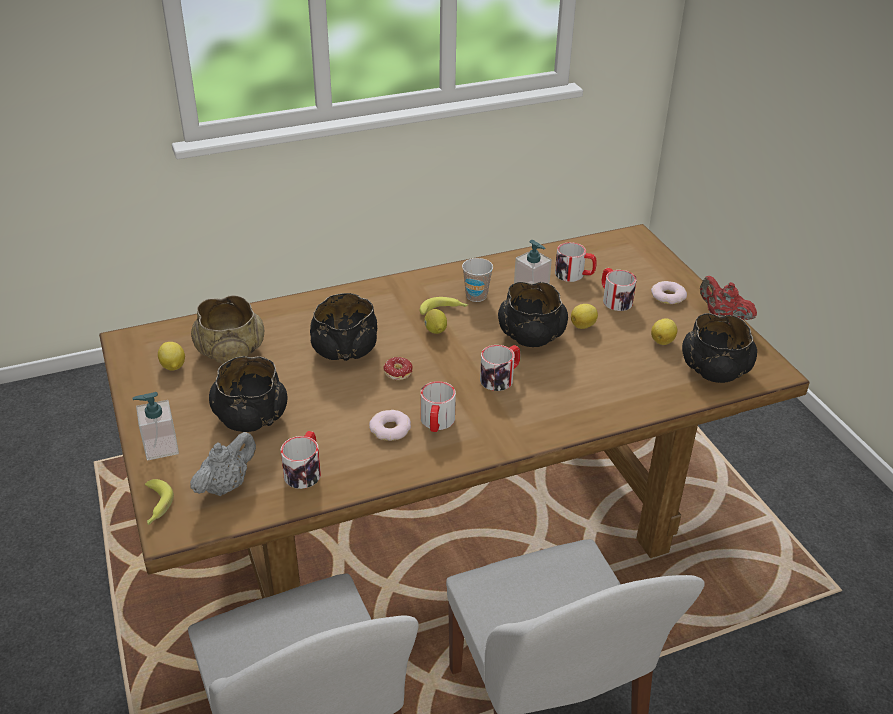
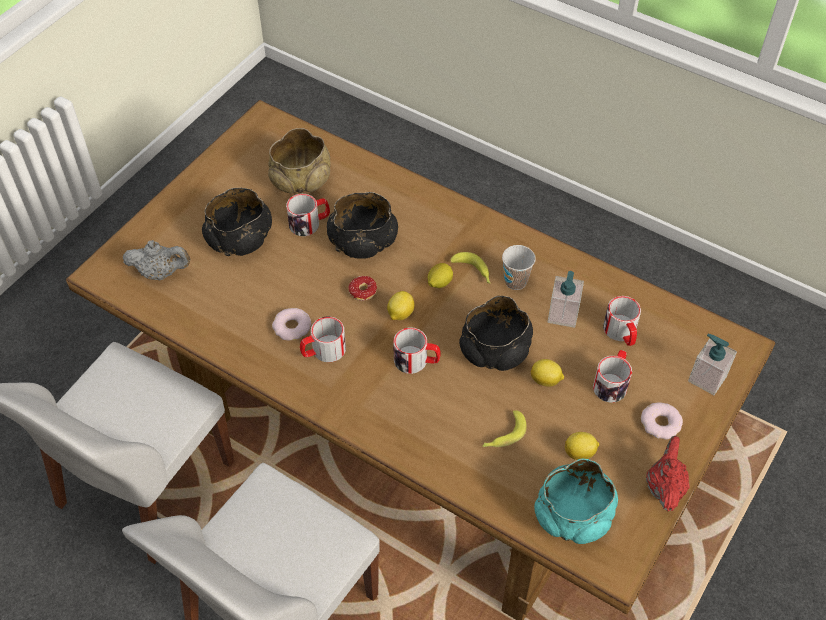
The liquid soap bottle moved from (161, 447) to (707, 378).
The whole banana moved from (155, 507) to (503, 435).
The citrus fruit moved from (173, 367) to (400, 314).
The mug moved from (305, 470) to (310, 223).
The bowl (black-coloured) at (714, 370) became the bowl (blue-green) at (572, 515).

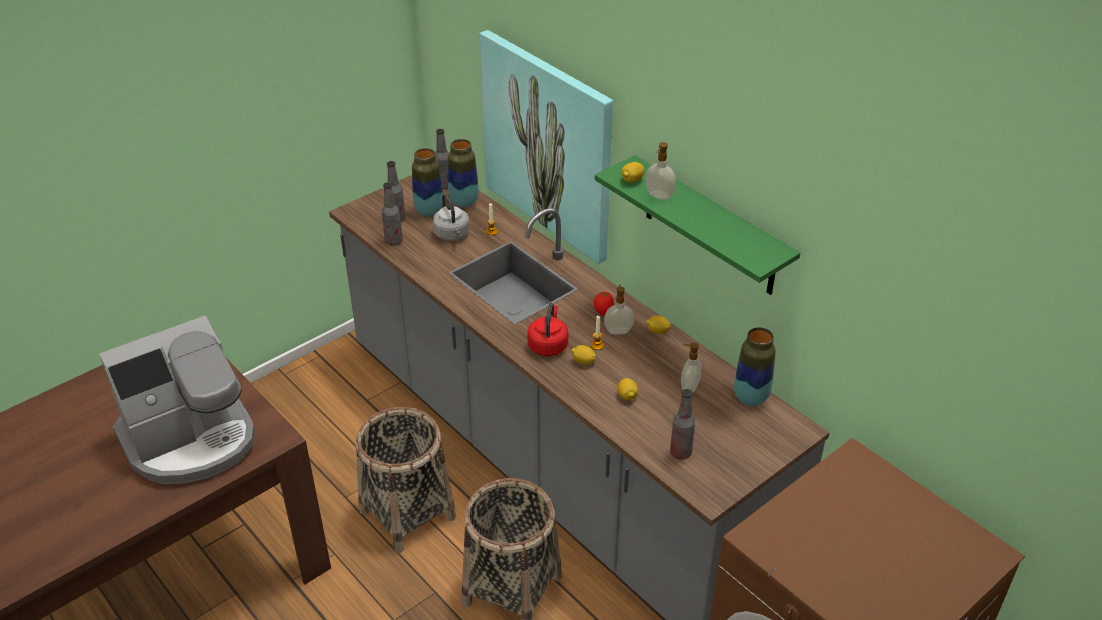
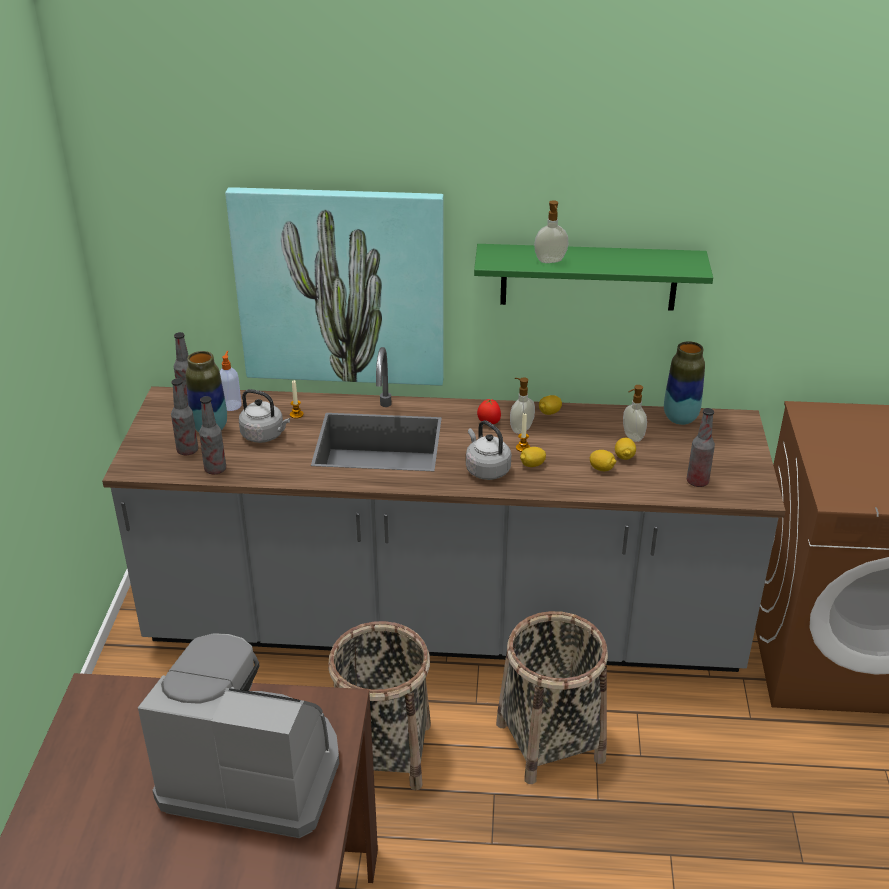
The coffee machine at (191, 440) turned 90 degrees counterclockwise.
The vase at (464, 202) was replaced by the liquid soap bottle at (231, 405).
The tea kettle (red) at (548, 345) became the tea kettle (grey) at (486, 469).
The citrus fruit moved from (632, 180) to (624, 457).

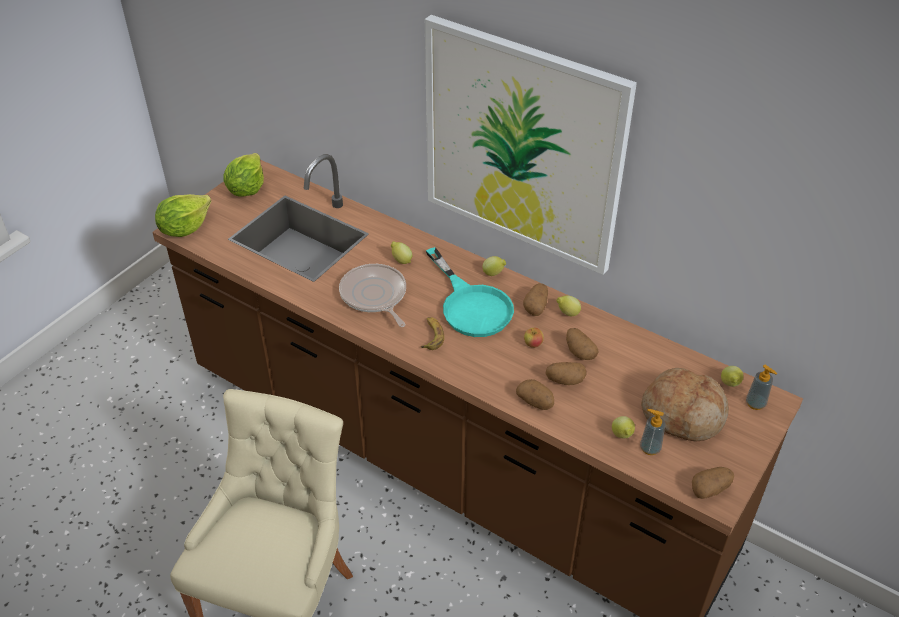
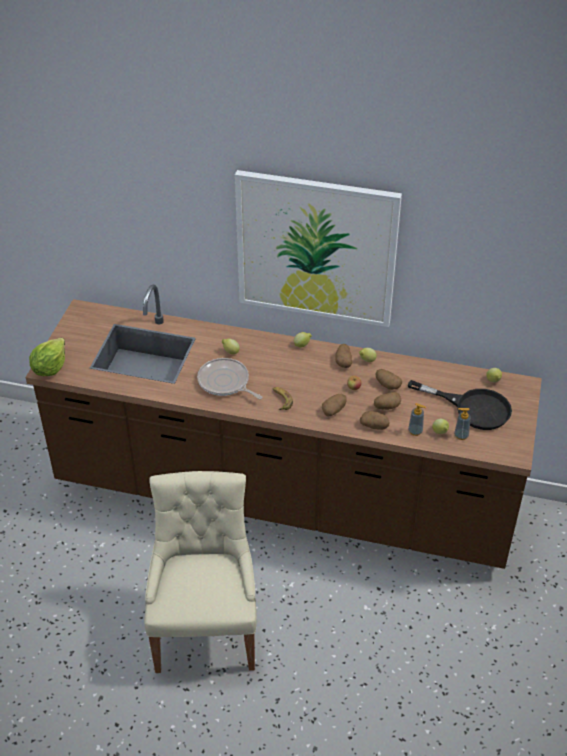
The head of lettuce at (247, 189) disappeared.
The skillet (blue-green) at (471, 305) disappeared.
The baked bread at (683, 414) was replaced by the skillet (black-coloured) at (472, 408).
The spud moved from (710, 489) to (334, 410).
The liquid soap bottle moved from (755, 403) to (415, 431).

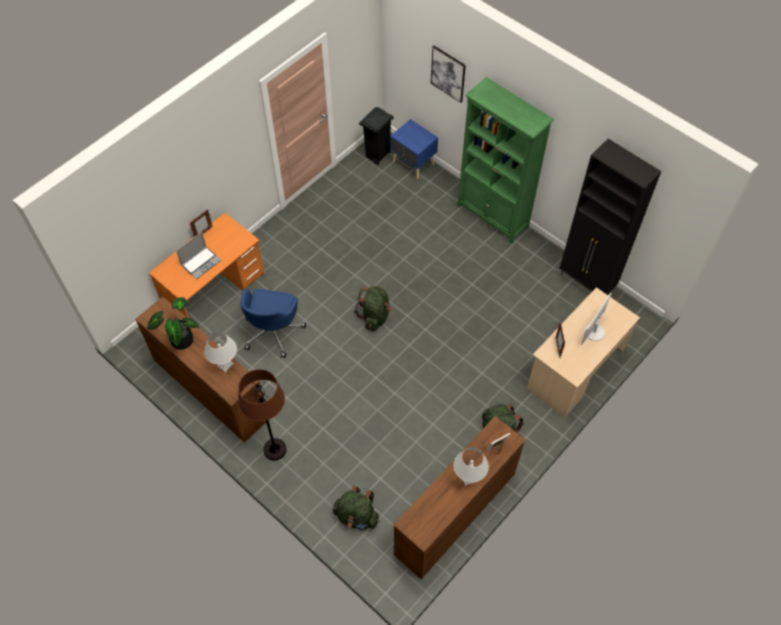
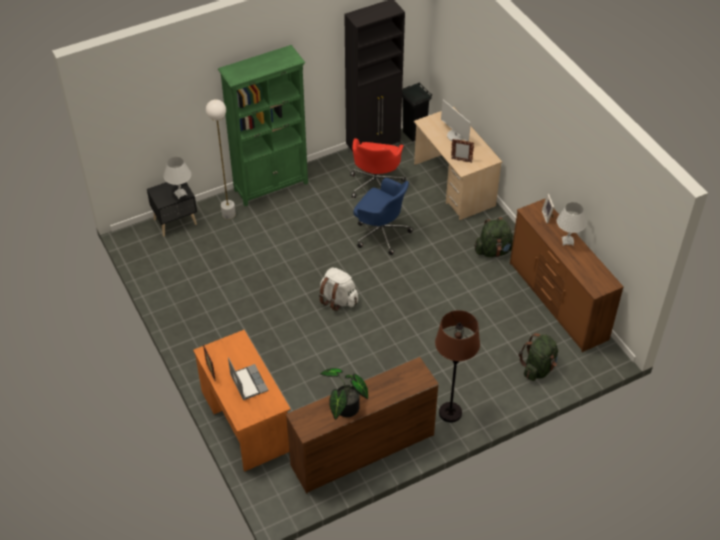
The lamp for a table (white) moved from (225, 364) to (180, 194).
The desk chair (blue) moved from (273, 331) to (381, 232).
The knapsack (green-coloured) at (375, 316) became the knapsack (white) at (338, 299).
The rubbish bin (black-coloured) moved from (377, 156) to (414, 134).
The bedside table (blue) at (413, 164) became the bedside table (black-coloured) at (176, 222).
The picture at (448, 73) disappeared.
The standing lamp (white) at (228, 214) appeared.
The desk chair (red) at (376, 184) appeared.

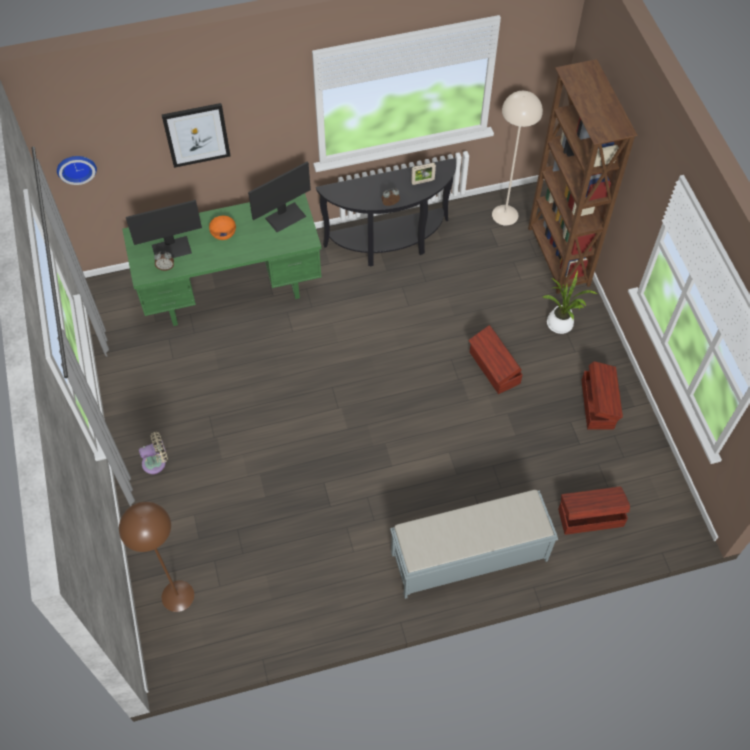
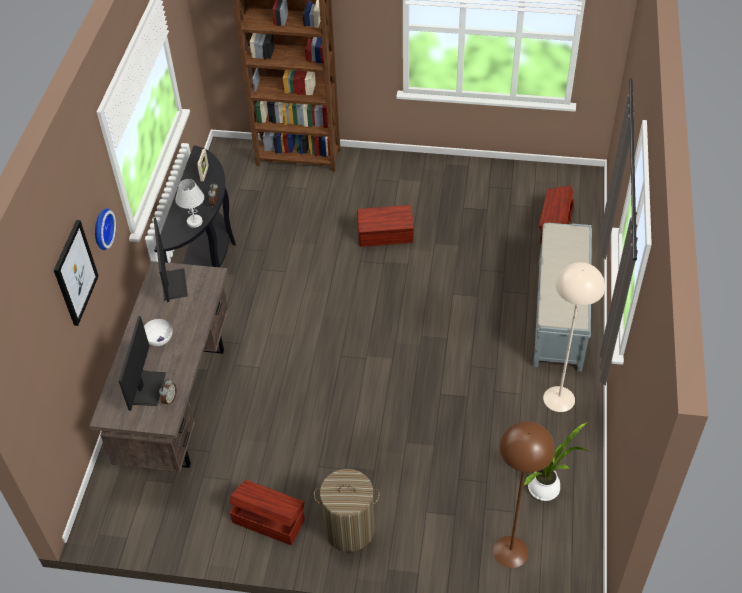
The hanging clock moved from (76, 167) to (101, 228).
The desk table (green-coloured) at (232, 290) became the desk table (brown-coloured) at (178, 402).
The electric fan (beige) at (156, 462) was replaced by the laundry basket at (349, 529).
The bowl (orange-coloured) at (224, 233) became the bowl (white) at (159, 338).
The standing lamp (beige) moved from (504, 215) to (559, 399).
The potted plant moved from (561, 325) to (546, 487).
The storage box (brown-coloured) moved from (598, 403) to (268, 520).
The lamp for a table (white) at (194, 222) appeared.

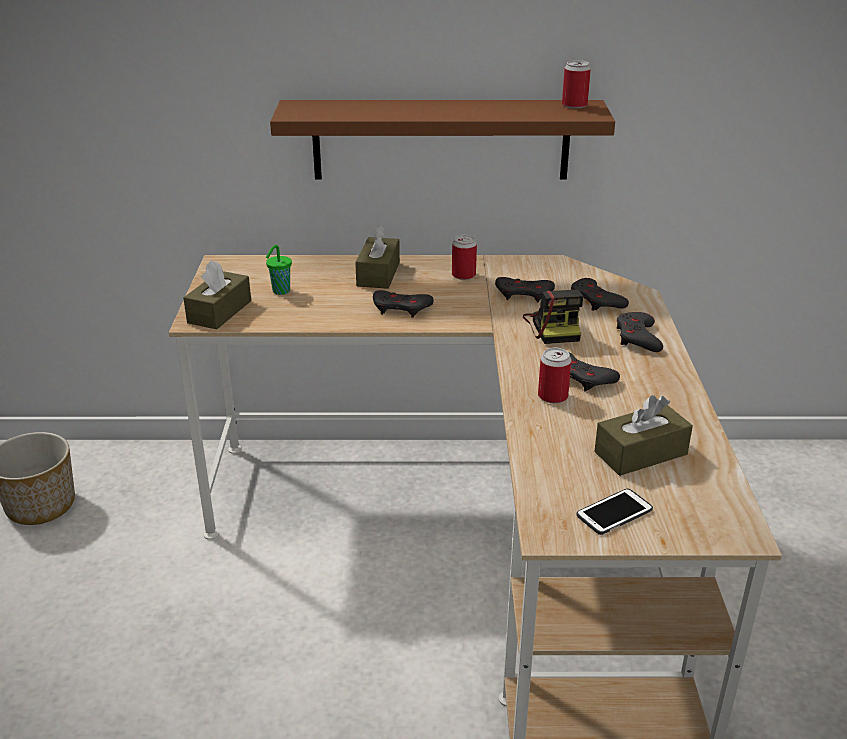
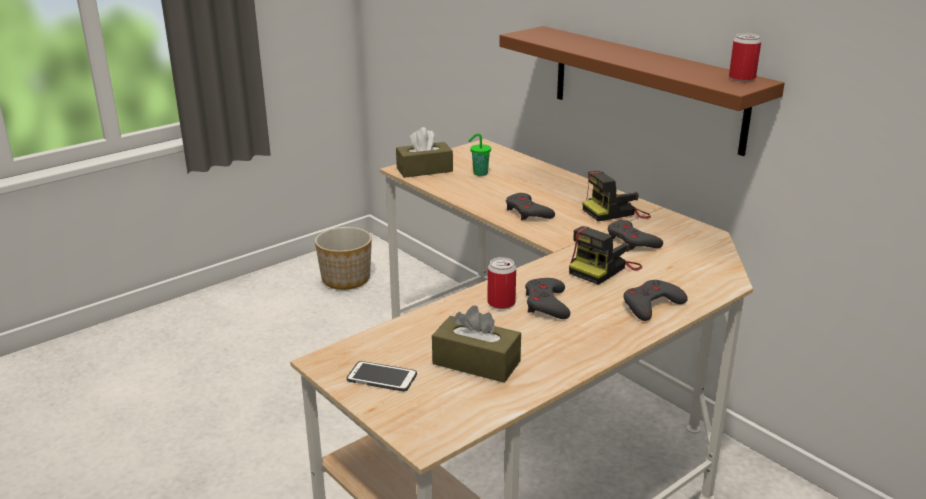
The box of tissues (brown-coloured) at (378, 274) disappeared.
The sealed can at (463, 275) was replaced by the still camera at (615, 212).
The gamepad (grey) at (596, 300) disappeared.

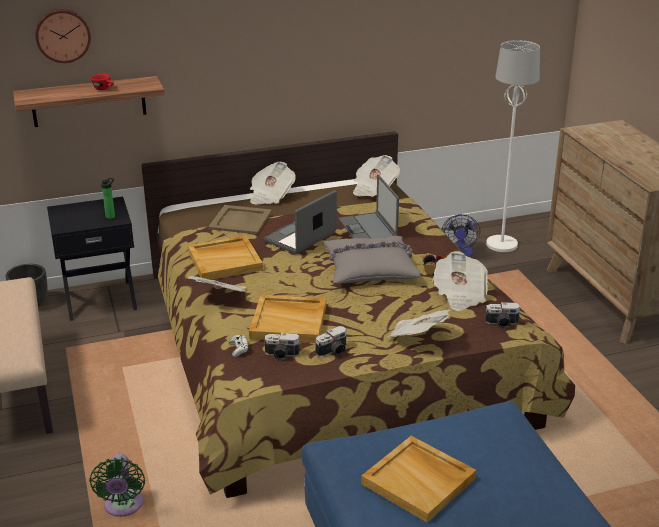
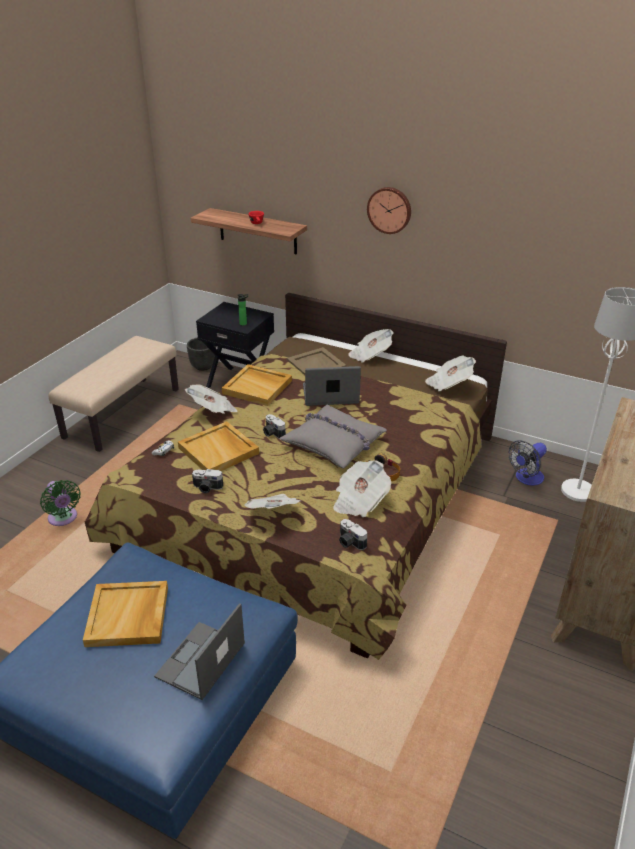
The hanging clock moved from (62, 35) to (389, 210).
The electric fan (green-coloured) at (123, 507) turned 75 degrees counterclockwise.
The still camera moved from (281, 355) to (272, 433).
The portable computer moved from (368, 229) to (200, 661).

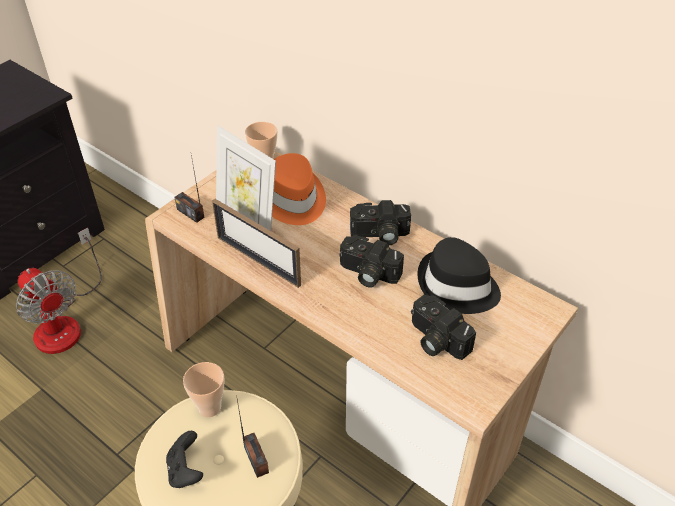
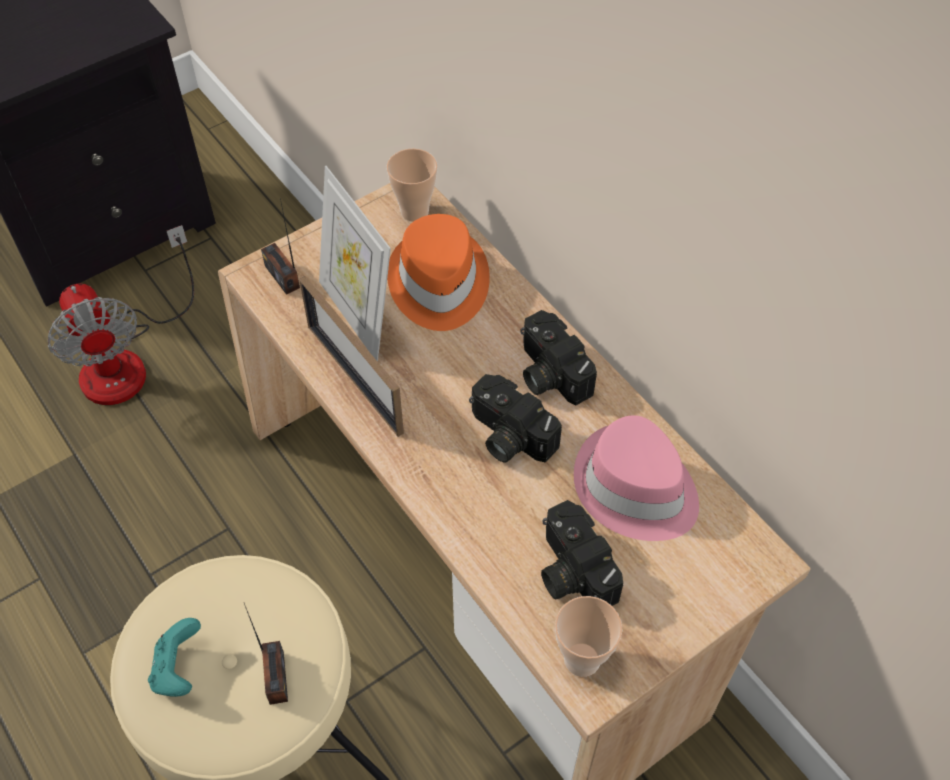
The gamepad (black-coloured) at (186, 471) became the gamepad (blue-green) at (179, 669).
The small cup moved from (210, 407) to (582, 659).
The still camera at (380, 235) turned 45 degrees clockwise.
The hat (black-coloured) at (457, 286) became the hat (pinkish) at (635, 488).

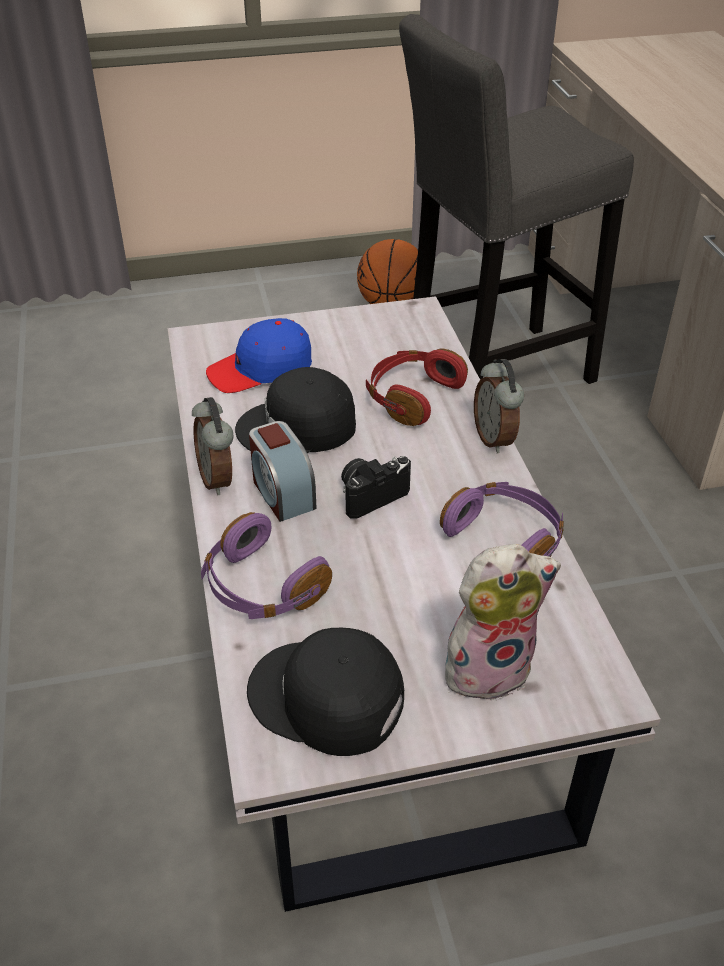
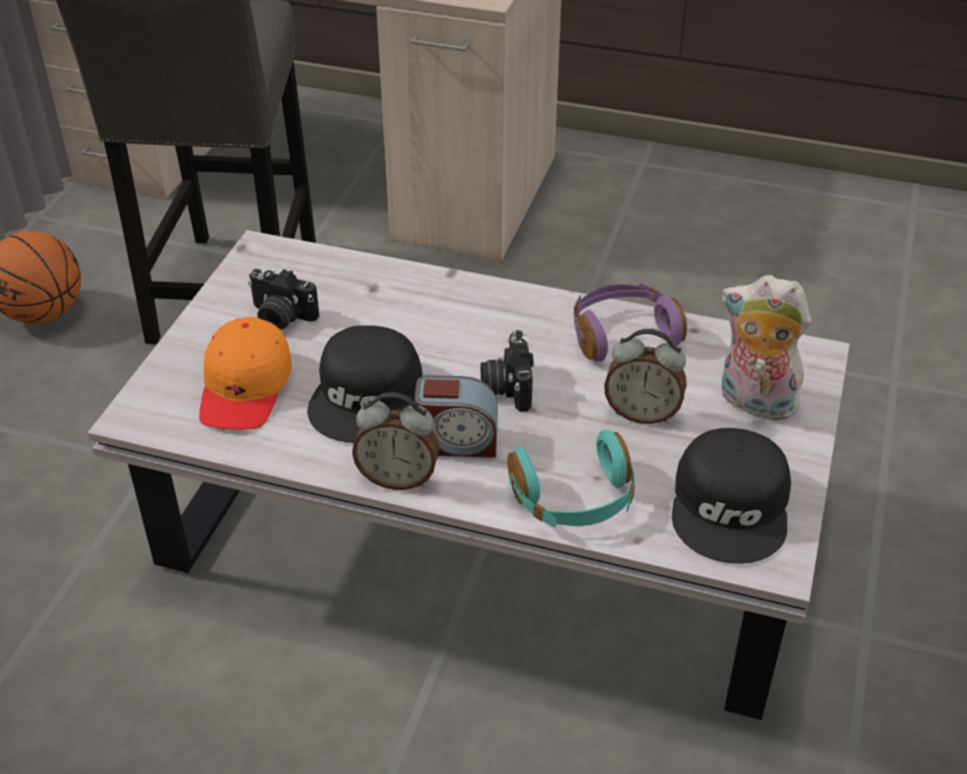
The headphones (purple-coloured) at (261, 587) became the headphones (blue-green) at (574, 500).
The baseball cap (blue) at (261, 369) became the baseball cap (orange-coloured) at (246, 387).
The baseball cap (black-coloured) at (326, 699) turned 45 degrees counterclockwise.
The headphones (red) at (412, 397) disappeared.
The soft toy at (488, 667) turned 75 degrees counterclockwise.
The alarm clock moved from (495, 439) to (642, 413).
The still camera at (280, 318) appeared.

